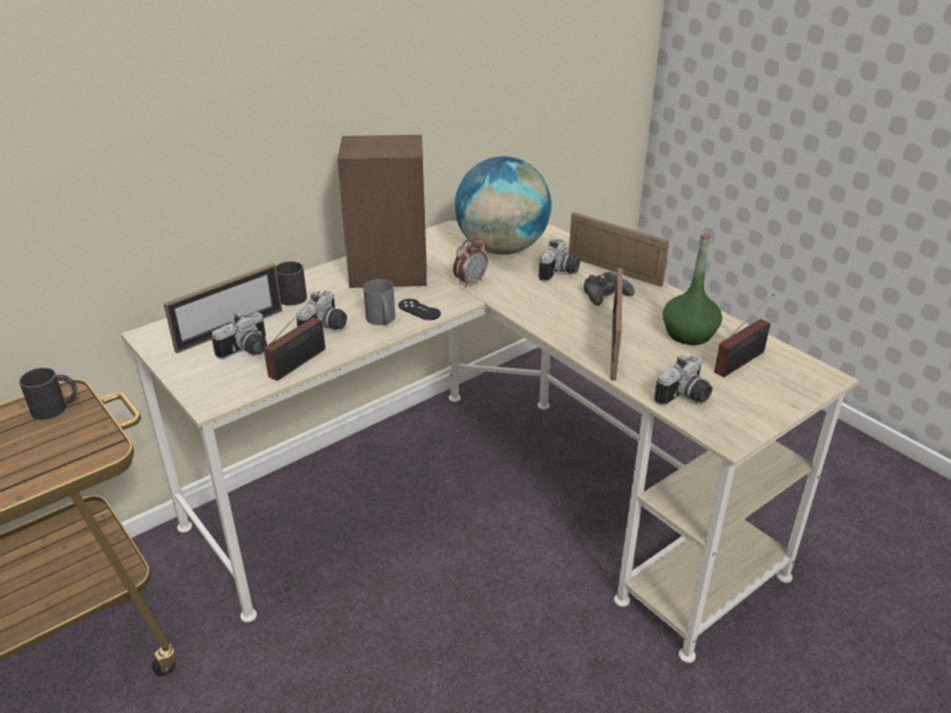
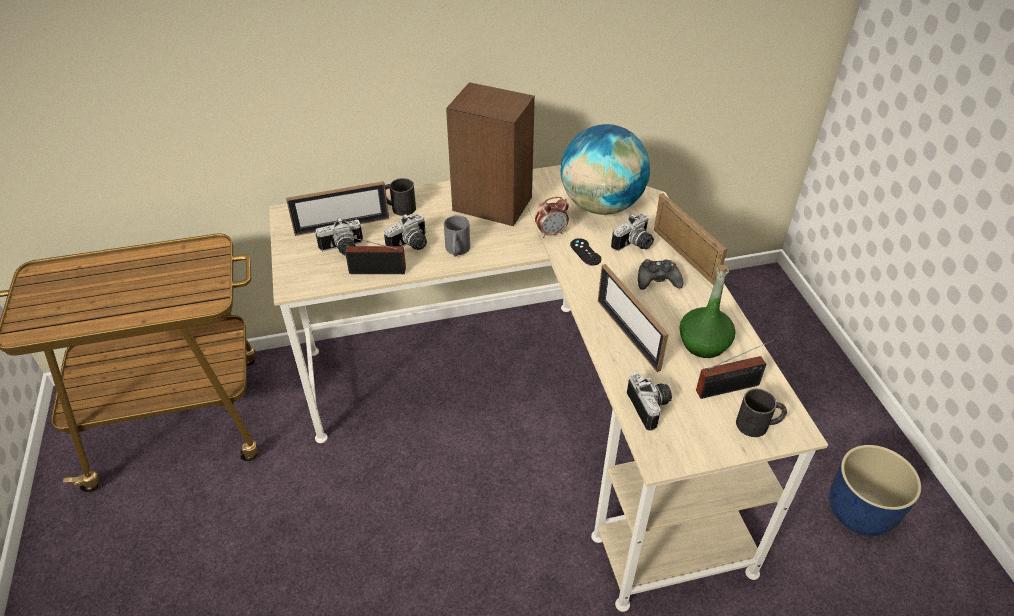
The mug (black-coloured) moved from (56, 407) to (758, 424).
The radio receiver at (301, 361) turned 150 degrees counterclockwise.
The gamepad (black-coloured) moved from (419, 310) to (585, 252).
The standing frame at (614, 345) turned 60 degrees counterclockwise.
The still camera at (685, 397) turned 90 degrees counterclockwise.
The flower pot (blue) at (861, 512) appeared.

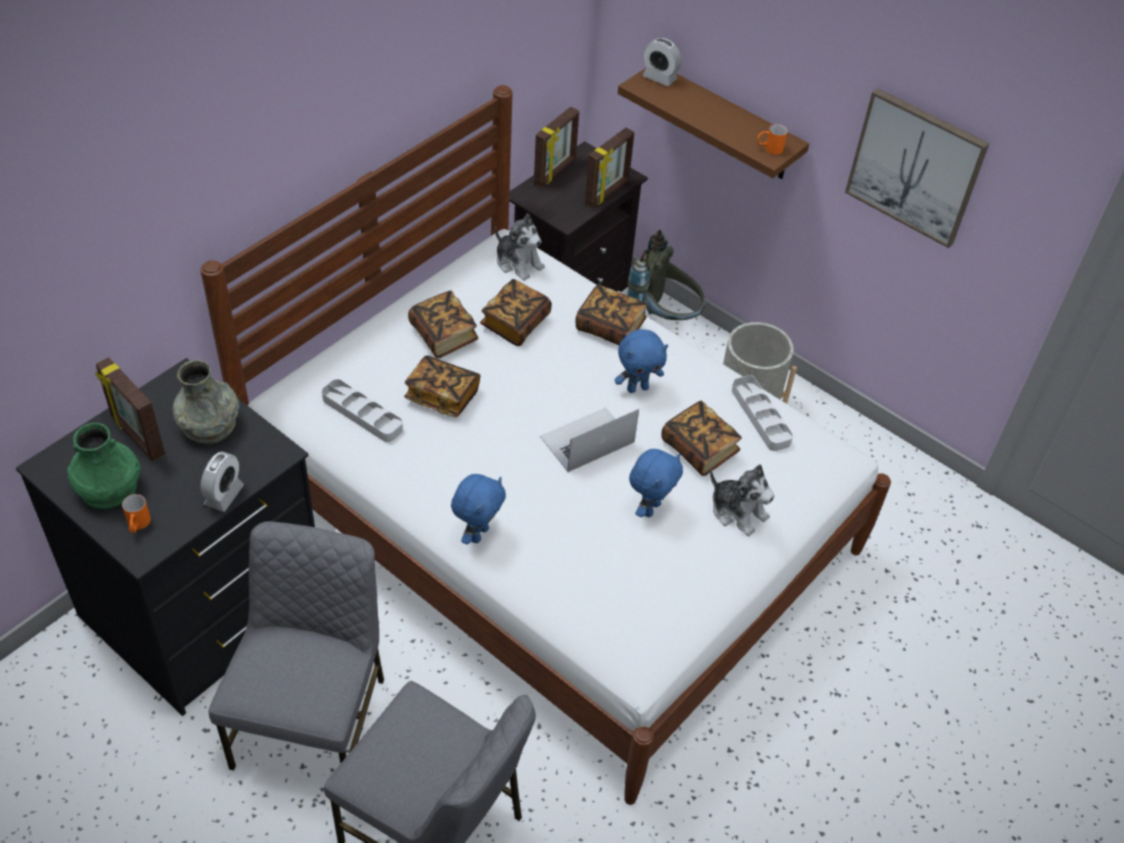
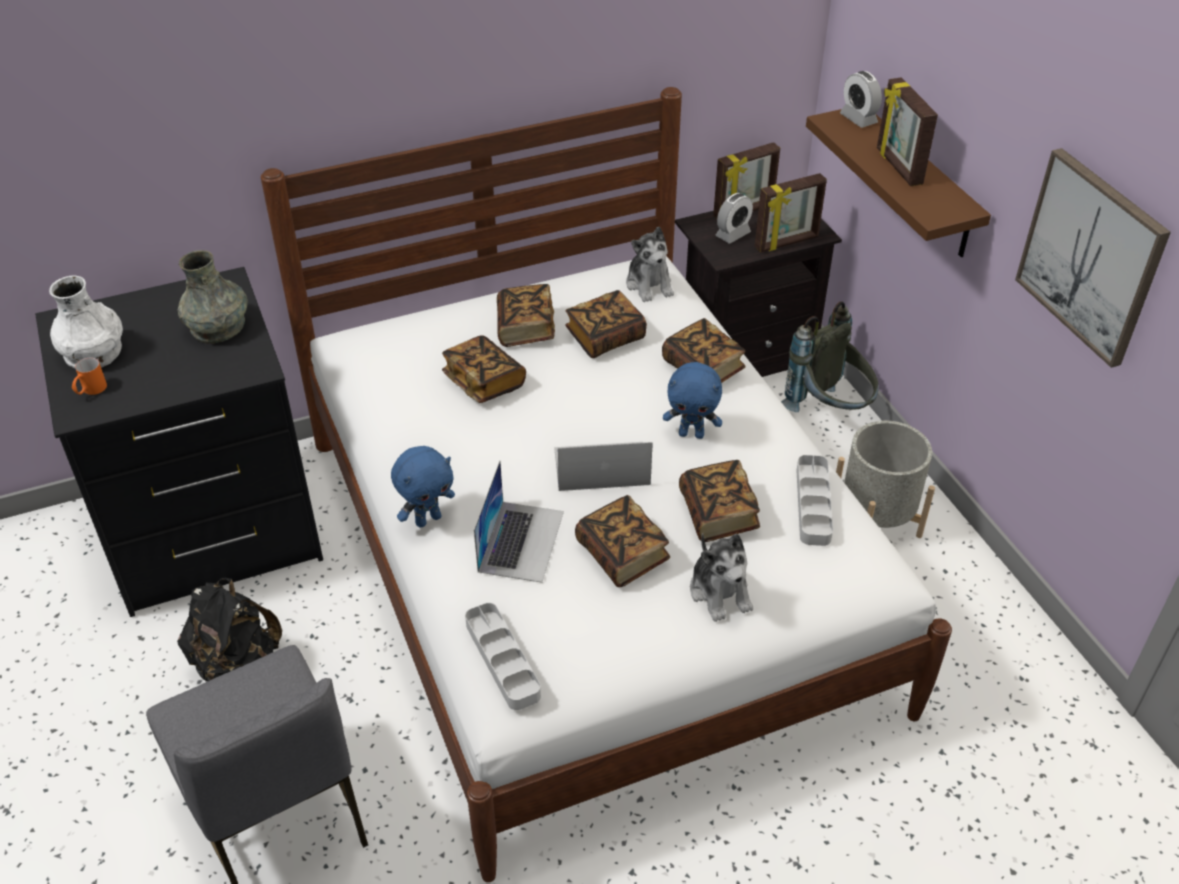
The vase (green-coloured) at (109, 487) became the vase (white) at (93, 352).
The standing frame moved from (137, 437) to (897, 167).
The alarm clock moved from (224, 495) to (733, 234).
The upright chair (grey) at (313, 721) was replaced by the knapsack (black-coloured) at (237, 667).
The serving tray (grey) moved from (362, 414) to (502, 659).
The soft toy (blue) at (650, 508) was replaced by the bound book at (622, 555).
The mug (orange-coloured) at (769, 149) disappeared.
The portable computer at (521, 541) appeared.

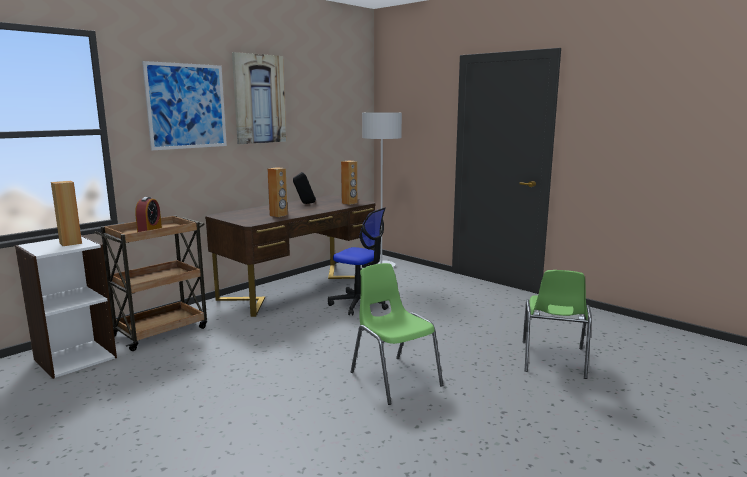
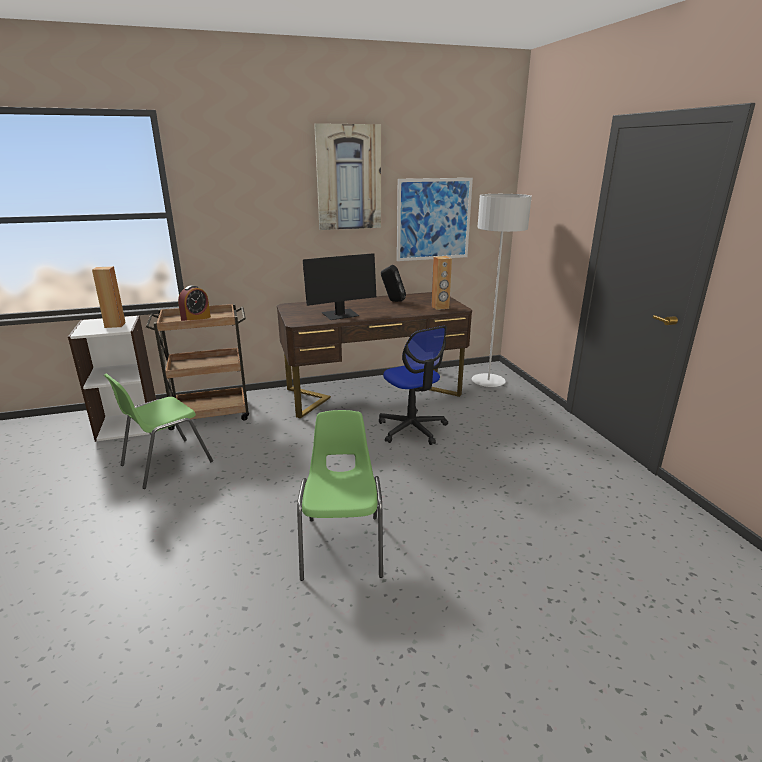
The picture moved from (186, 106) to (433, 219).
The speaker (brown-coloured) at (278, 215) was replaced by the computer display at (340, 315).
The upright chair (green-coloured) moved from (553, 360) to (165, 463).

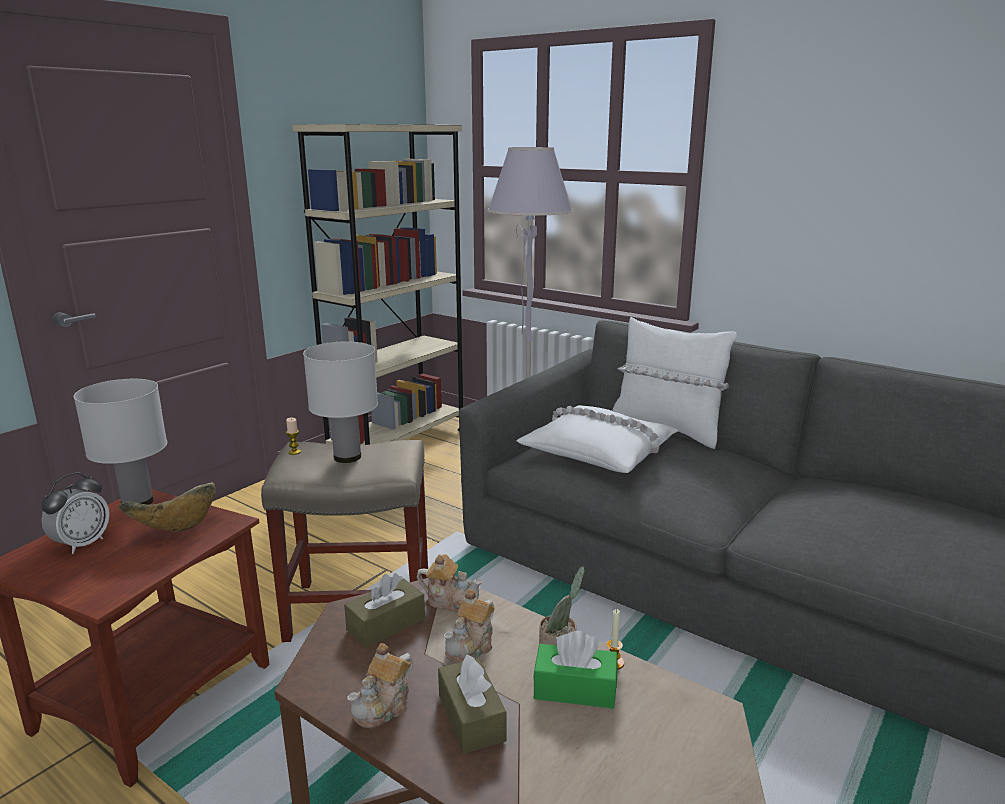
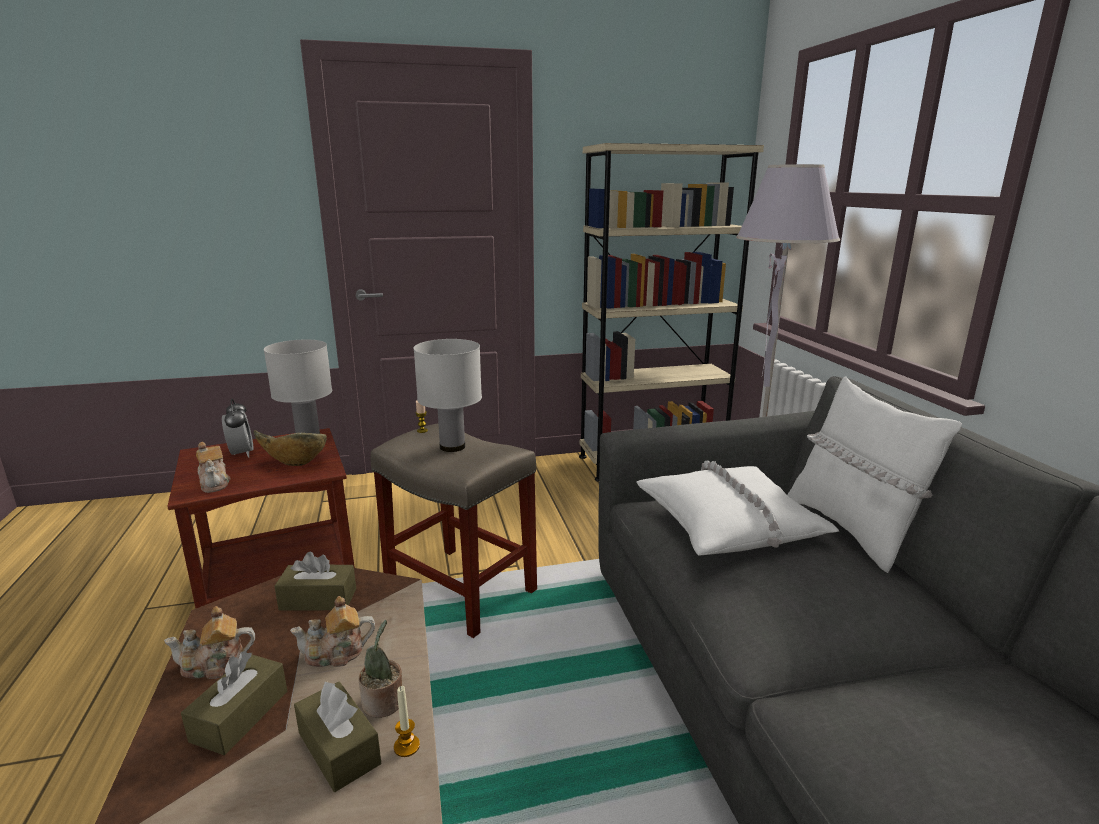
The alarm clock at (82, 544) turned 90 degrees counterclockwise.
The teapot moved from (450, 601) to (215, 483).
The box of tissues (green-coloured) at (575, 689) became the box of tissues (brown-coloured) at (339, 748).

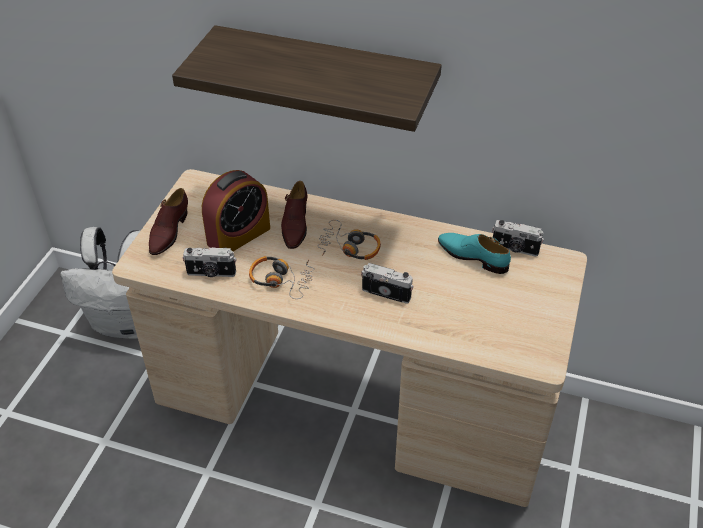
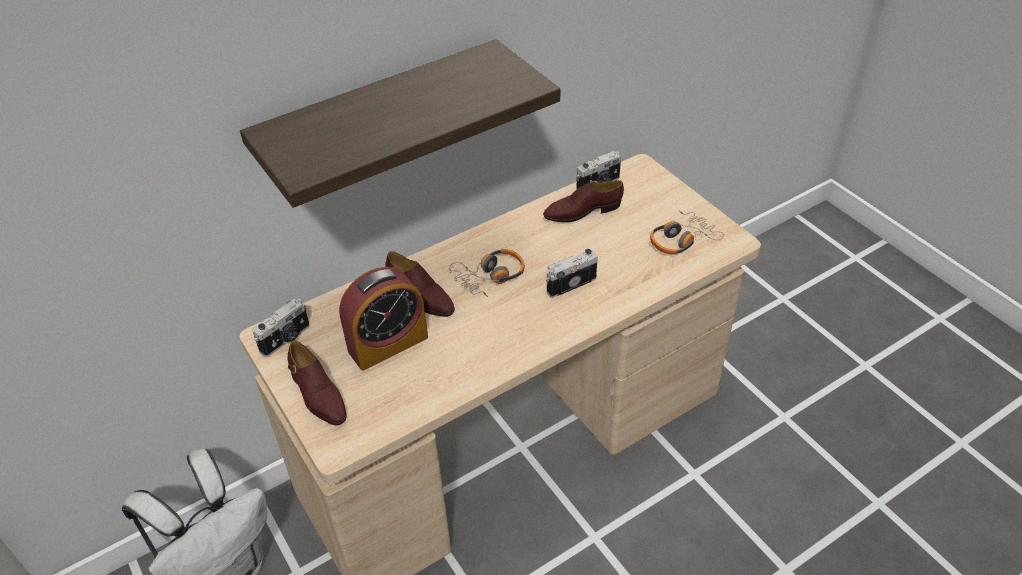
The still camera moved from (211, 273) to (286, 339).
The alarm clock at (239, 236) turned 60 degrees clockwise.
The headphones moved from (281, 280) to (681, 240).
The shoe (blue-green) at (472, 256) became the shoe (brown-coloured) at (582, 211).

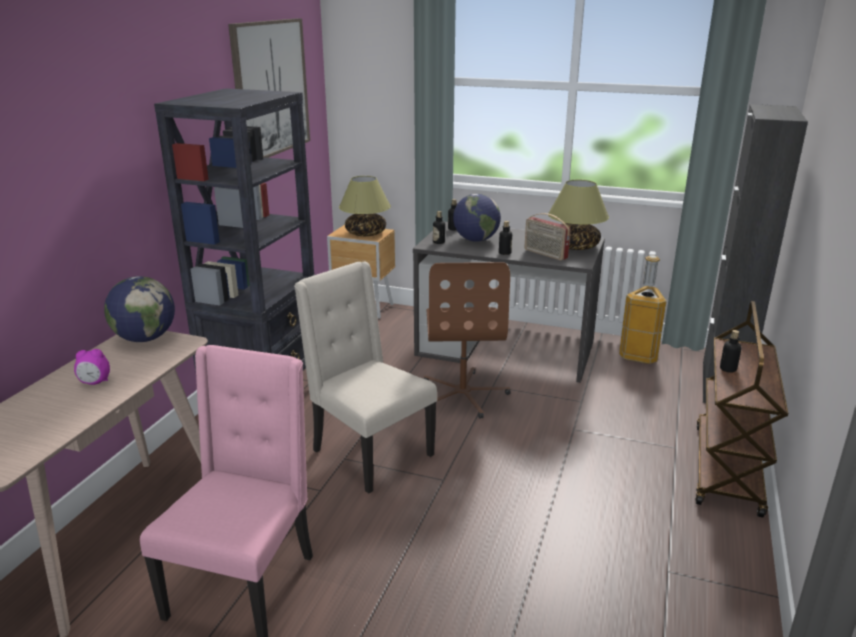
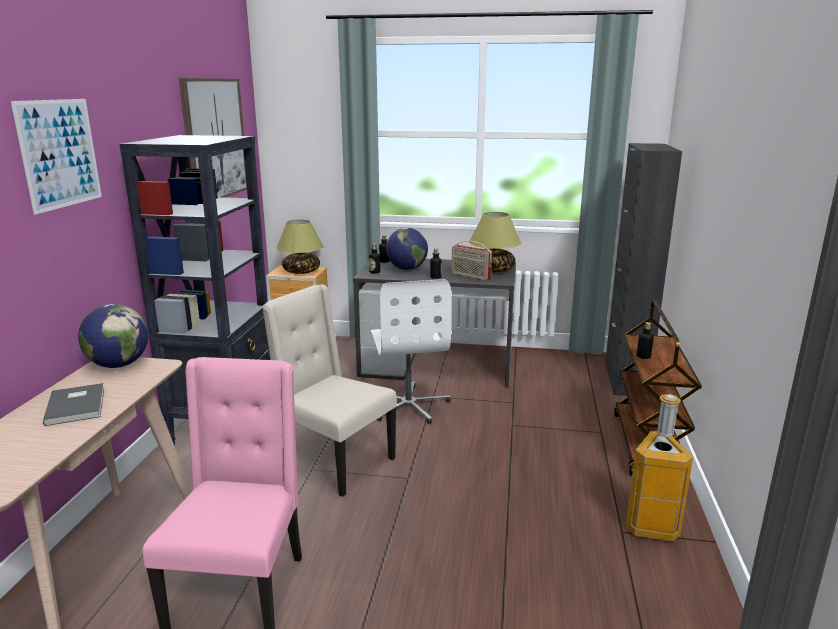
The alarm clock at (95, 382) was replaced by the bound book (grey) at (78, 405).
The desk chair (brown-coloured) at (463, 394) became the desk chair (white) at (409, 405).
The rubbish bin moved from (639, 355) to (651, 526).
The picture at (60, 153) appeared.

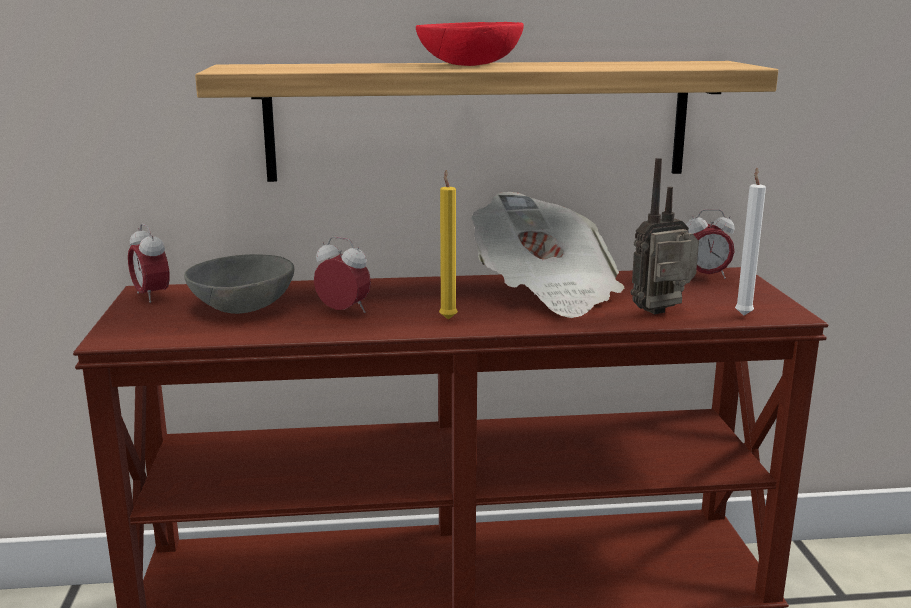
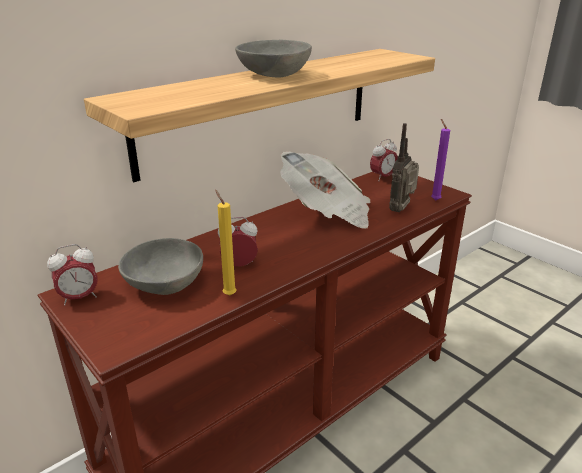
The alarm clock at (151, 296) turned 45 degrees counterclockwise.
The bowl (red) at (468, 65) became the bowl (grey) at (273, 75).
The wax candle (yellowish) moved from (448, 318) to (228, 294).
The wax candle (white) at (743, 314) became the wax candle (purple-coloured) at (434, 199).

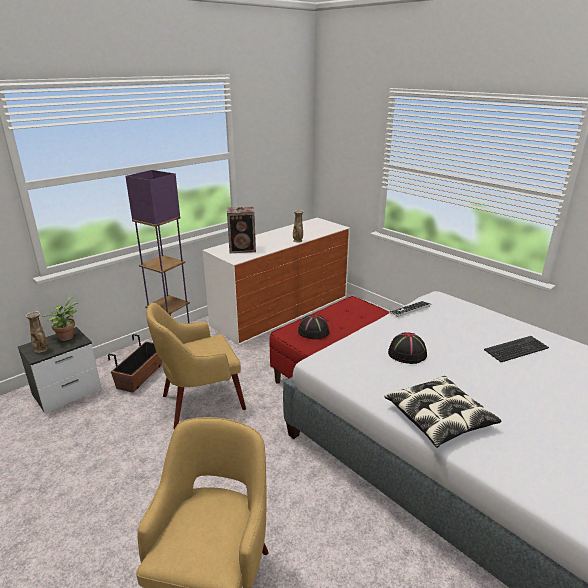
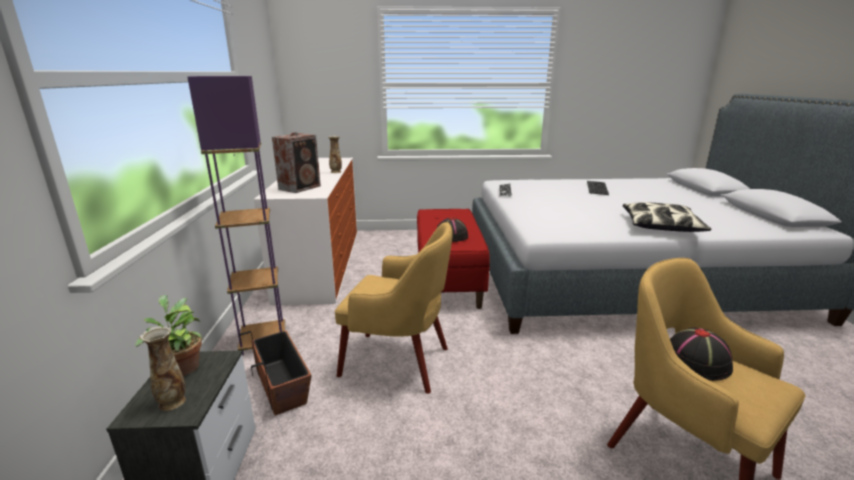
The lounge chair (yellowish) at (200, 402) turned 90 degrees counterclockwise.
The hat (black-coloured) moved from (407, 353) to (697, 361).

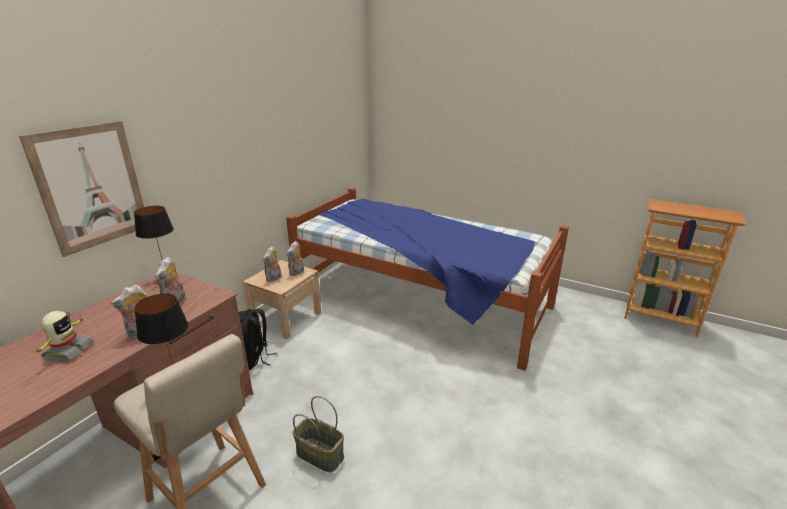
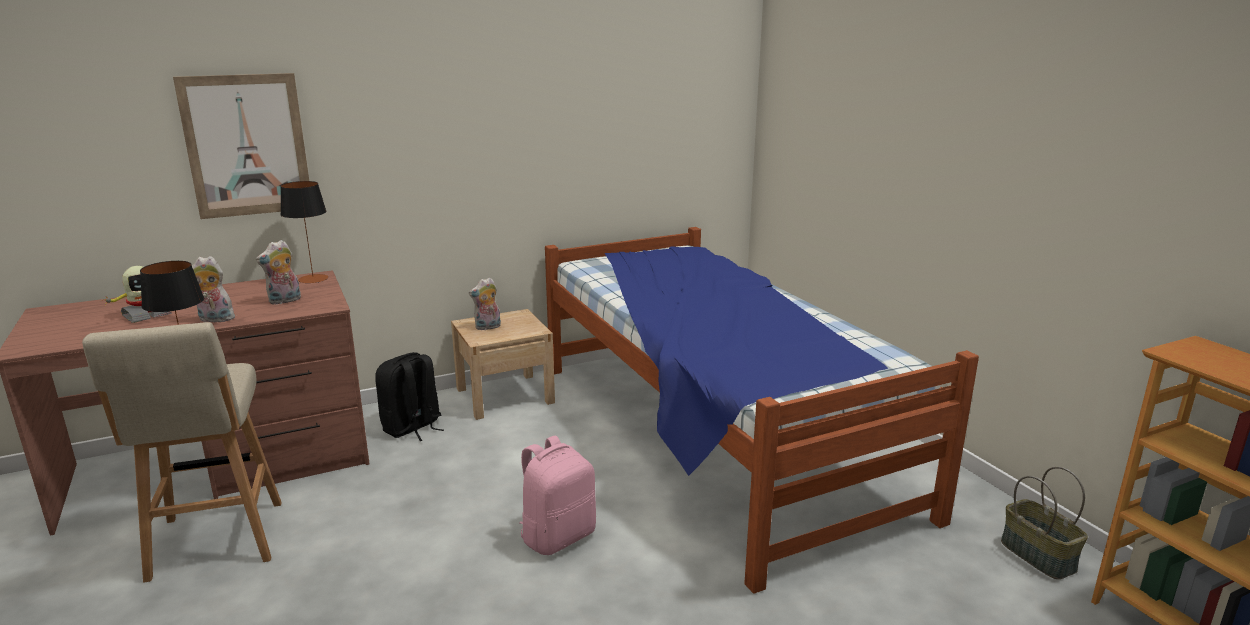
The soft toy at (297, 273) disappeared.
The storage basket moved from (321, 454) to (1039, 556).
The knapsack (pinkish) at (558, 536) appeared.

